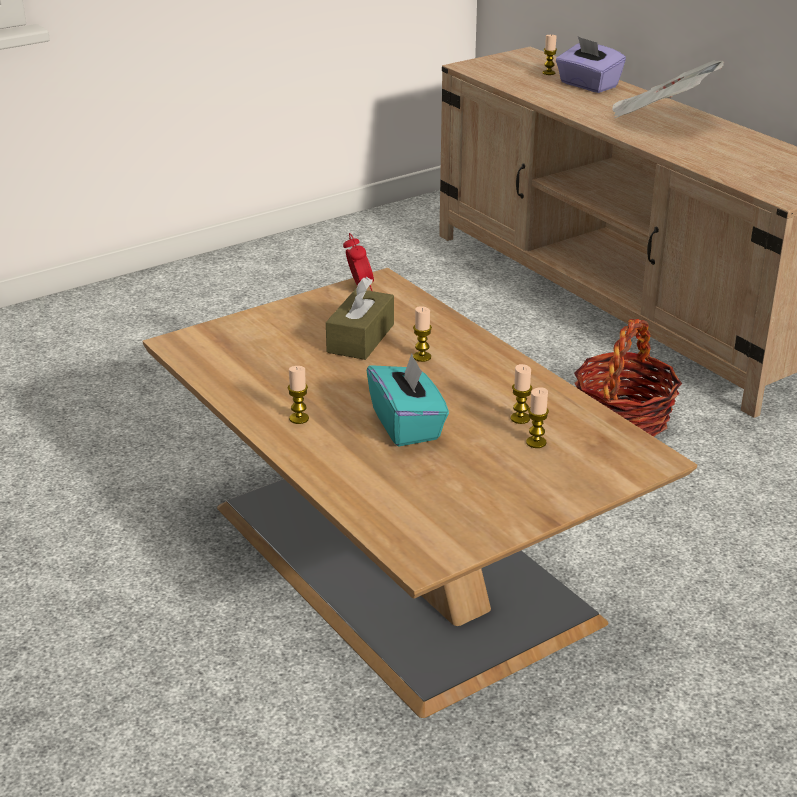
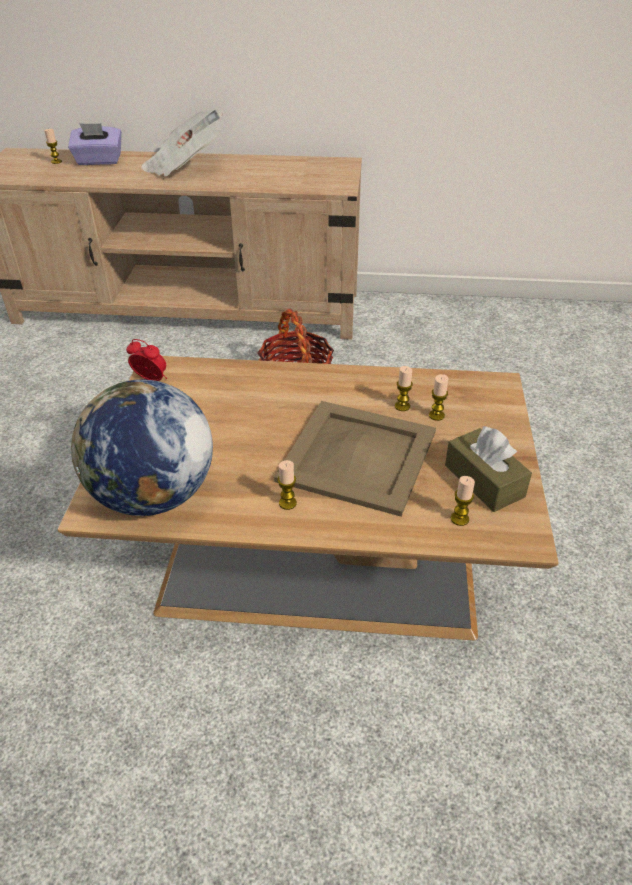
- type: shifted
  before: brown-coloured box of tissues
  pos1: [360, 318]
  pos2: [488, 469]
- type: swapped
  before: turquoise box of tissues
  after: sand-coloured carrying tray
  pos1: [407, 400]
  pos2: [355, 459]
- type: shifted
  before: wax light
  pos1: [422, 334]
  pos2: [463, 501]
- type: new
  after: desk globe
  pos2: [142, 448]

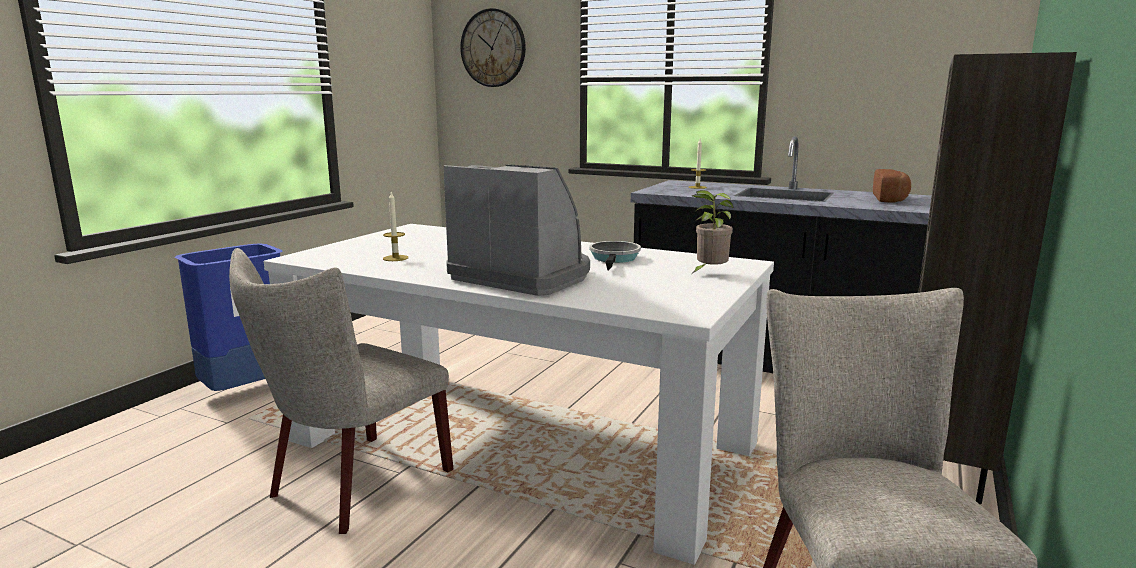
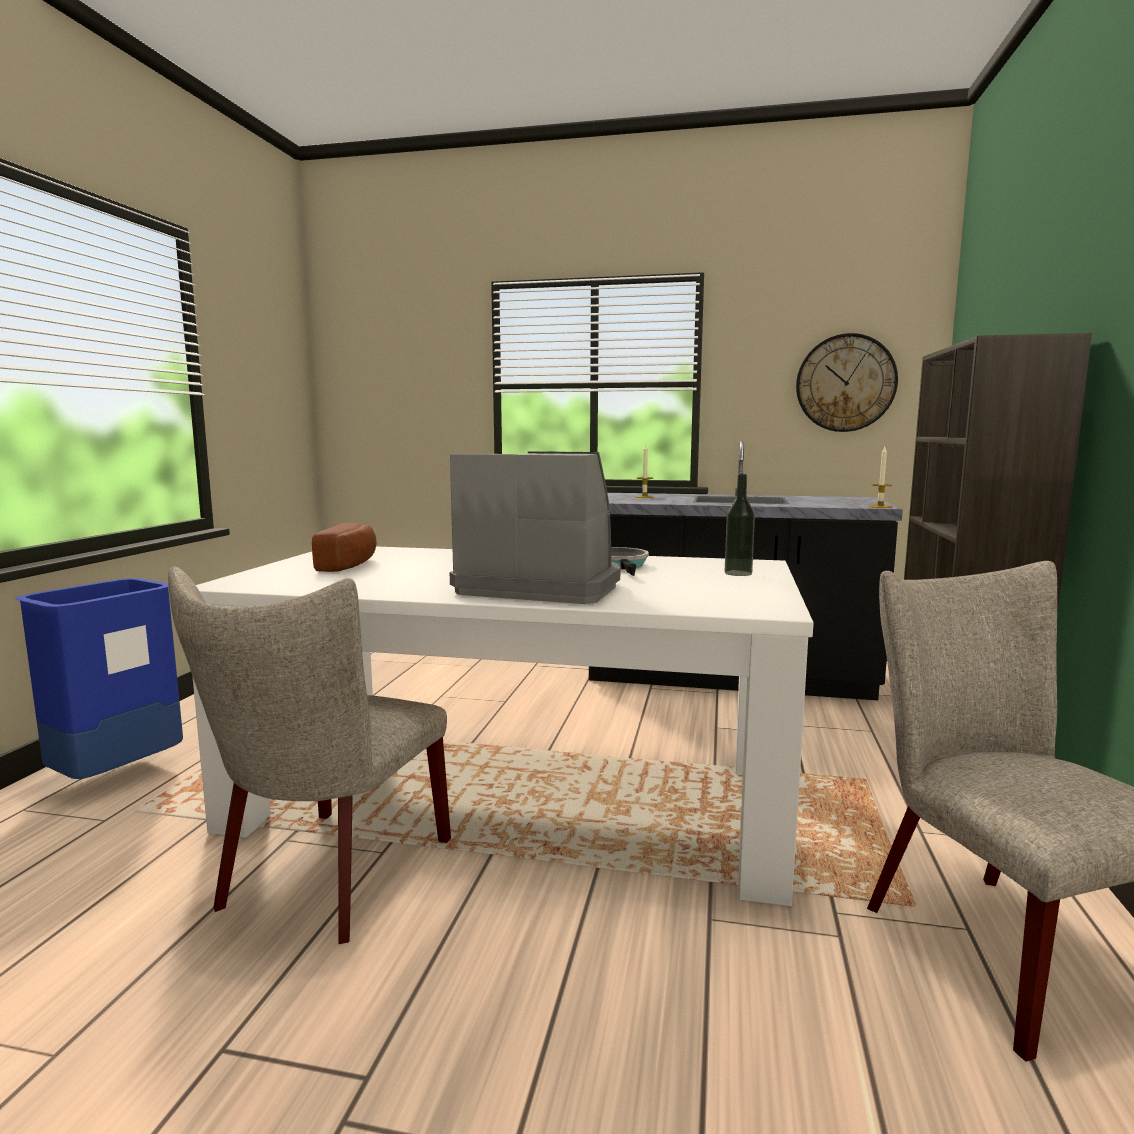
- type: shifted
  before: wax light
  pos1: [395, 226]
  pos2: [880, 477]
- type: shifted
  before: wall clock
  pos1: [493, 47]
  pos2: [847, 382]
- type: swapped
  before: houseplant
  after: bottle
  pos1: [713, 232]
  pos2: [740, 525]
- type: shifted
  before: bread
  pos1: [892, 186]
  pos2: [344, 547]

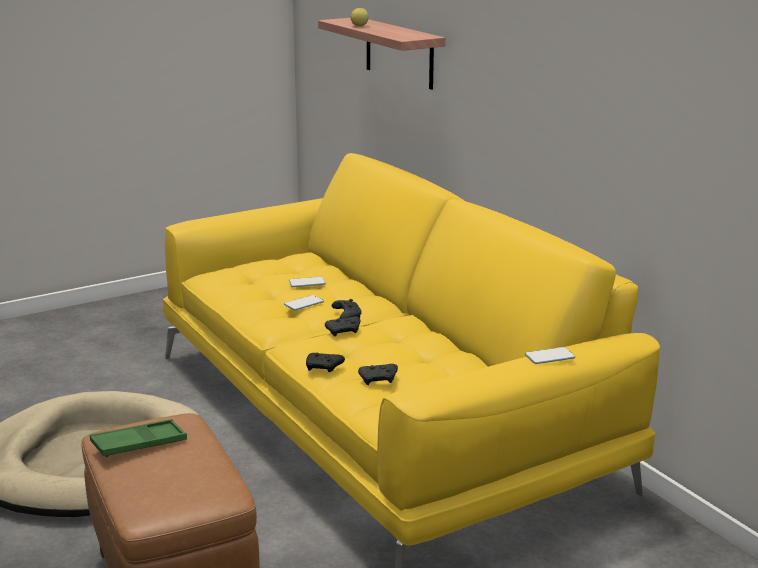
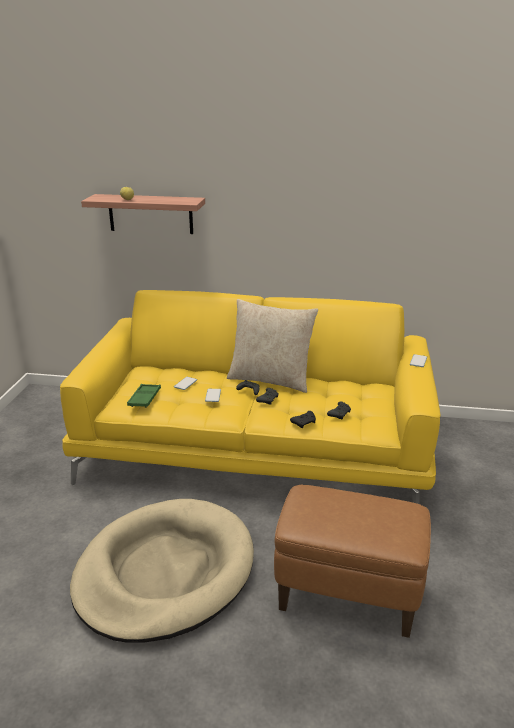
- type: shifted
  before: green-coloured carrying tray
  pos1: [138, 438]
  pos2: [144, 396]
- type: new
  after: sand-coloured cushion
  pos2: [272, 346]

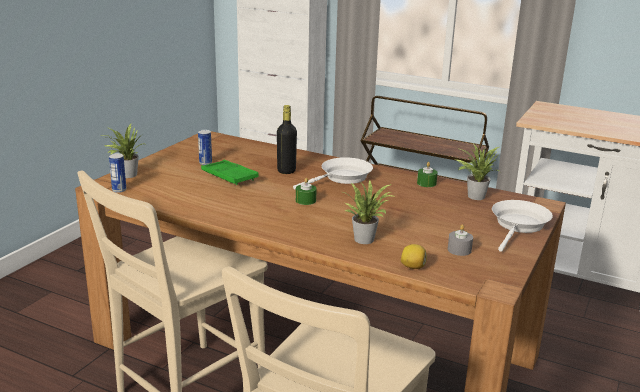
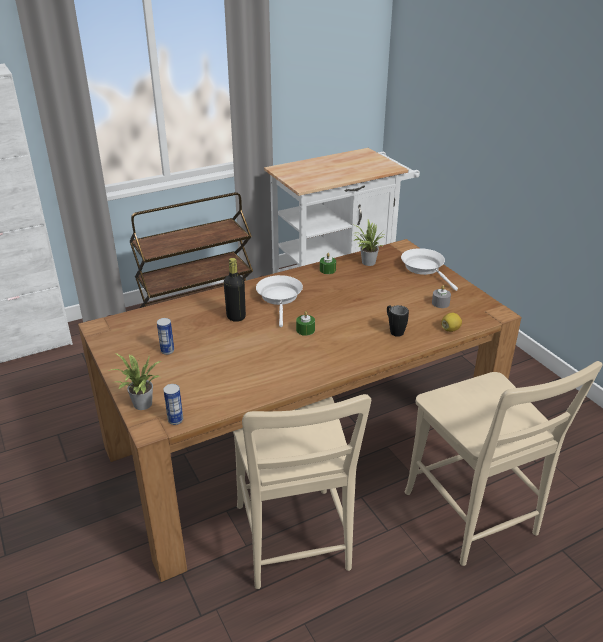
- type: gone
  before: green-coloured carrying tray
  pos1: [230, 172]
- type: swapped
  before: houseplant
  after: black mug
  pos1: [369, 212]
  pos2: [398, 321]

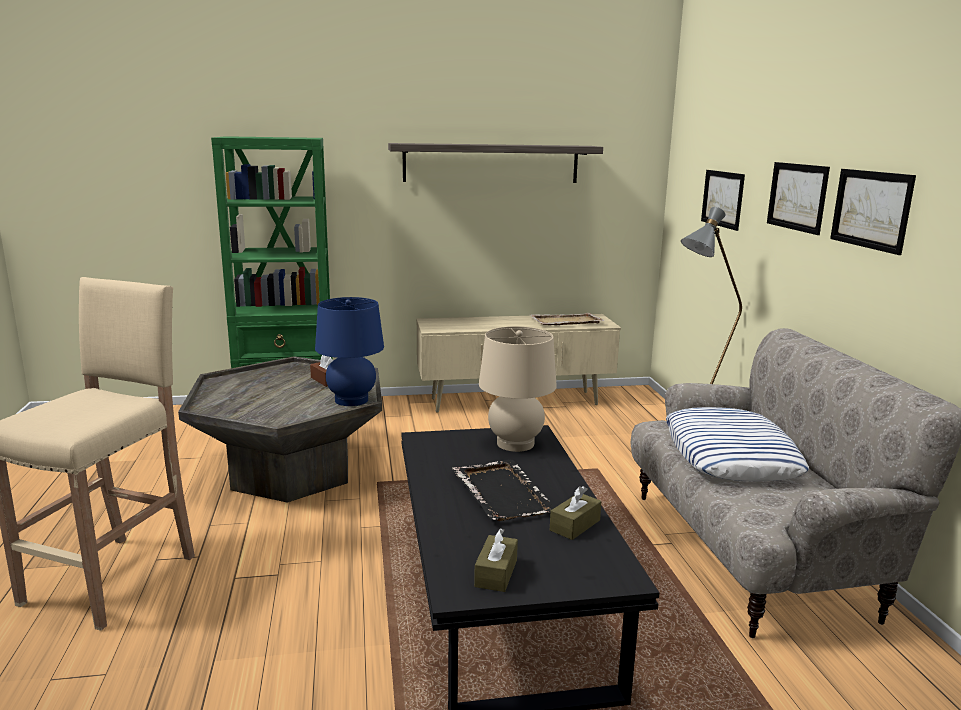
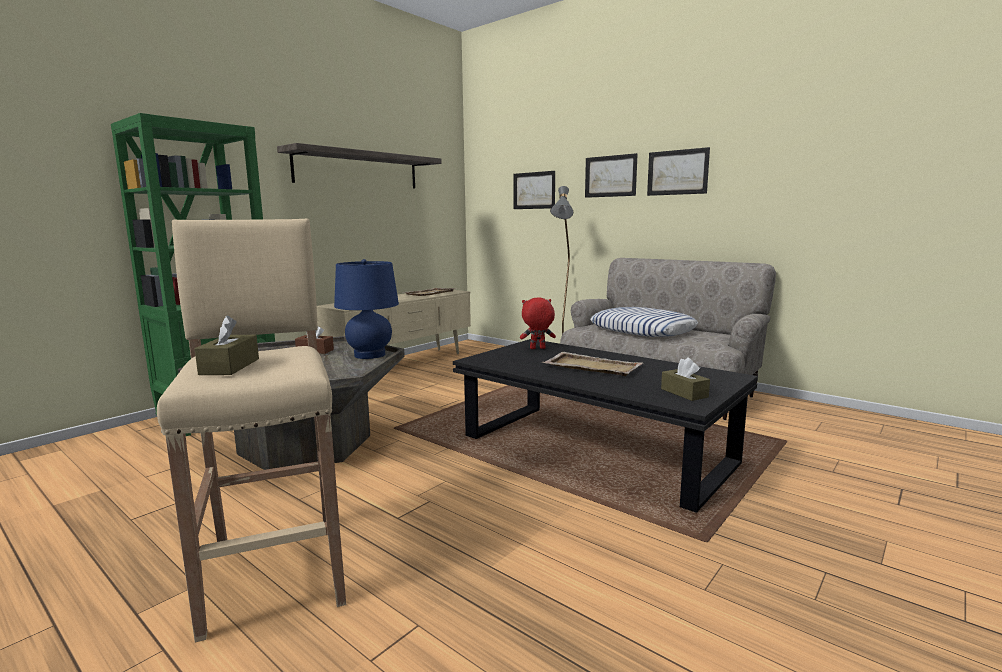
- type: repainted
  before: black carrying tray
  after: sand-coloured carrying tray
  pos1: [503, 490]
  pos2: [592, 364]
- type: swapped
  before: sand-coloured tabletop lamp
  after: red cuddly toy
  pos1: [518, 389]
  pos2: [538, 323]
- type: shifted
  before: brown-coloured box of tissues
  pos1: [575, 513]
  pos2: [227, 345]

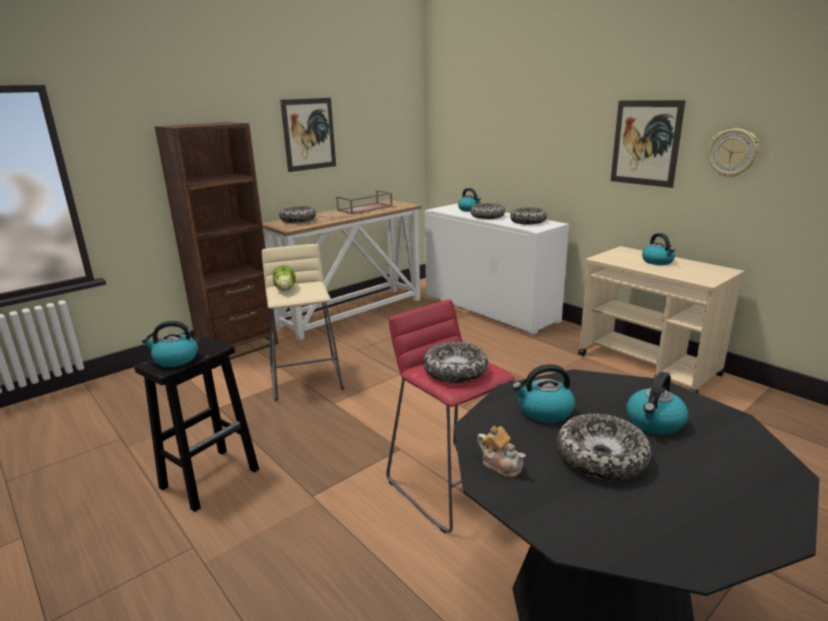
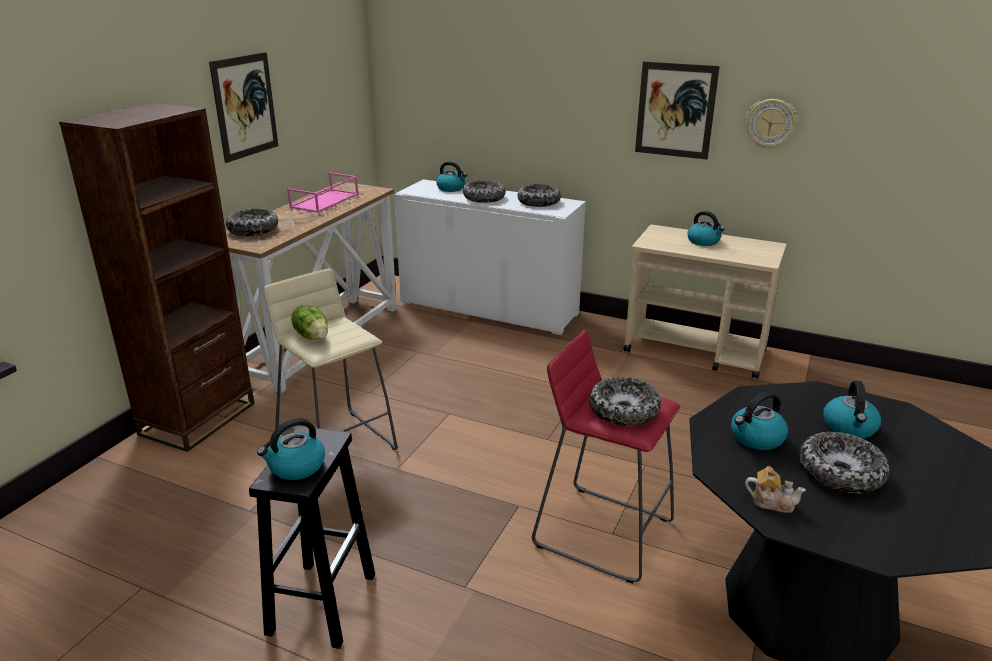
- type: repainted
  before: brown-coloured carrying tray
  after: pink-coloured carrying tray
  pos1: [364, 202]
  pos2: [323, 192]

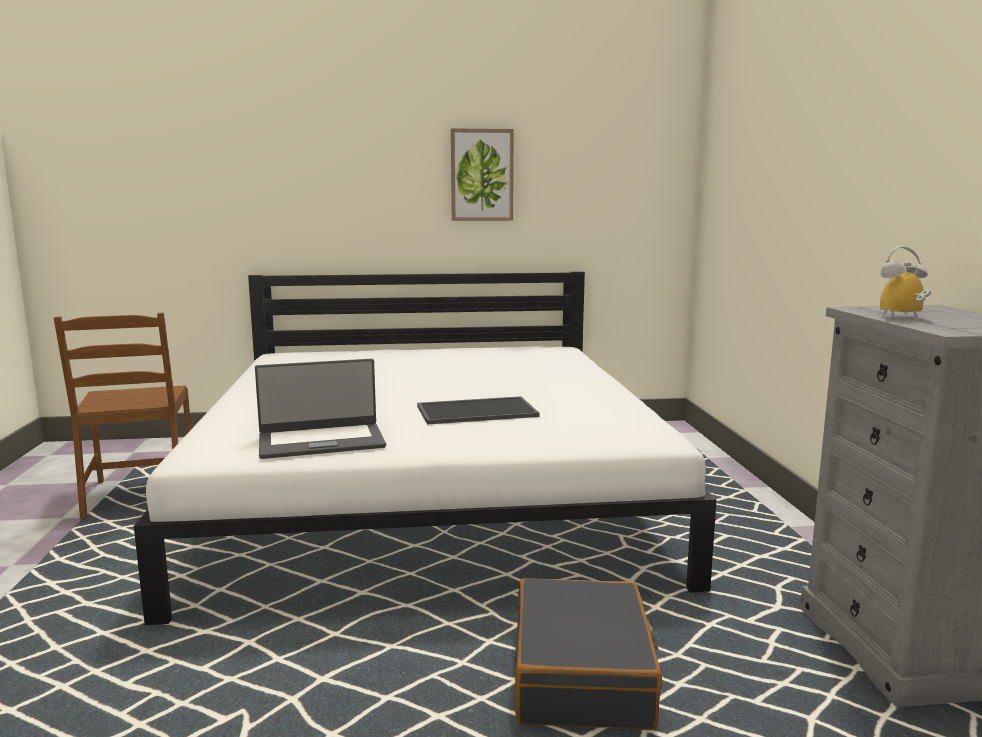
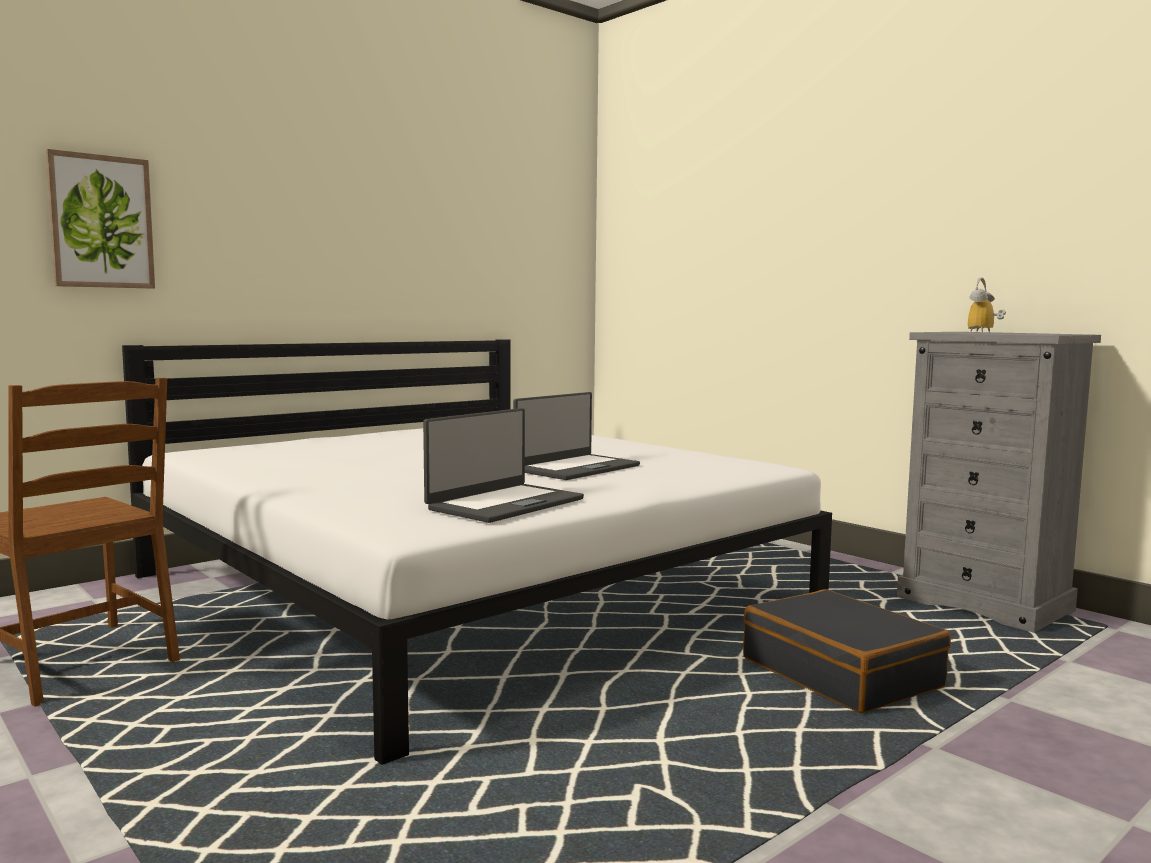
- type: swapped
  before: carrying tray
  after: portable computer
  pos1: [478, 410]
  pos2: [576, 436]
- type: shifted
  before: wall picture
  pos1: [482, 174]
  pos2: [100, 219]

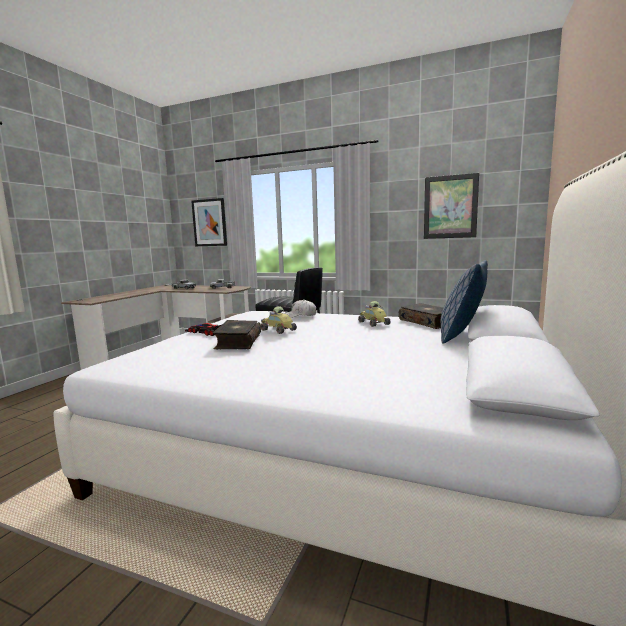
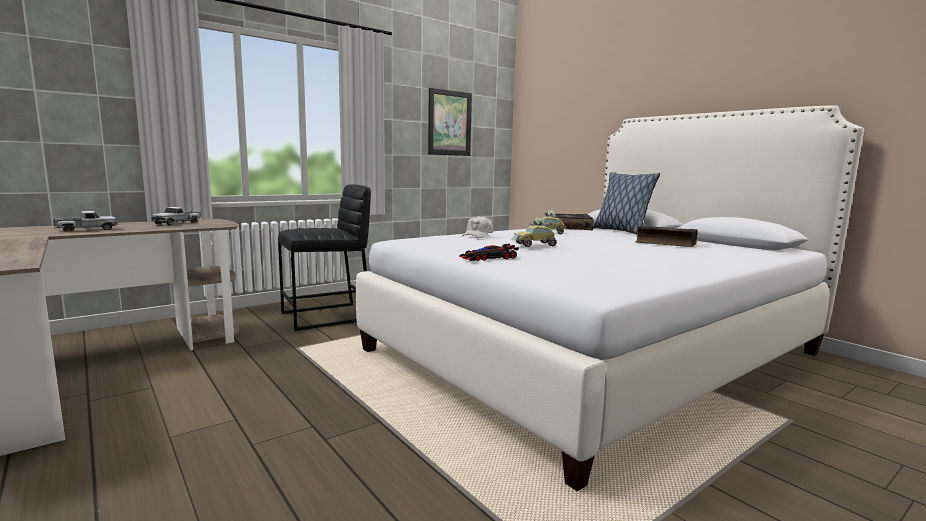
- type: gone
  before: wall picture
  pos1: [209, 222]
- type: shifted
  before: book
  pos1: [237, 334]
  pos2: [667, 236]

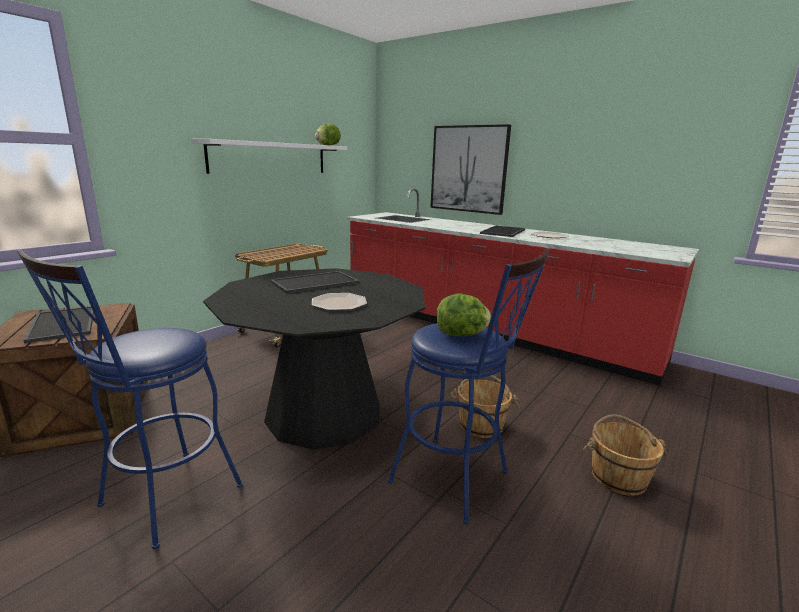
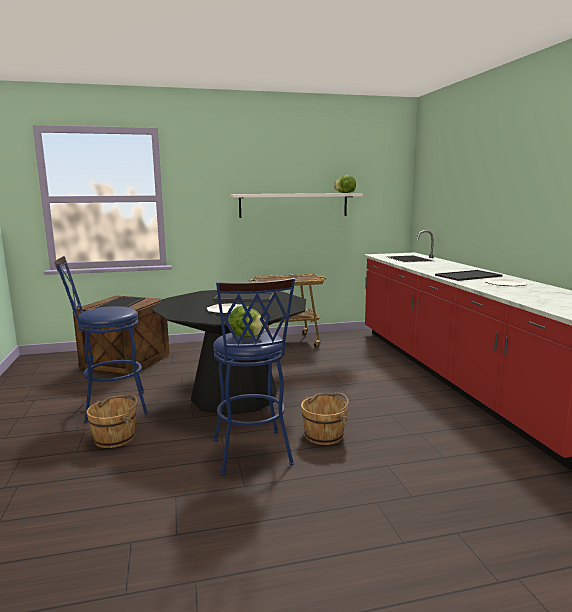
- type: gone
  before: wall picture
  pos1: [470, 169]
- type: shifted
  before: brown-coloured pail
  pos1: [625, 455]
  pos2: [112, 421]

